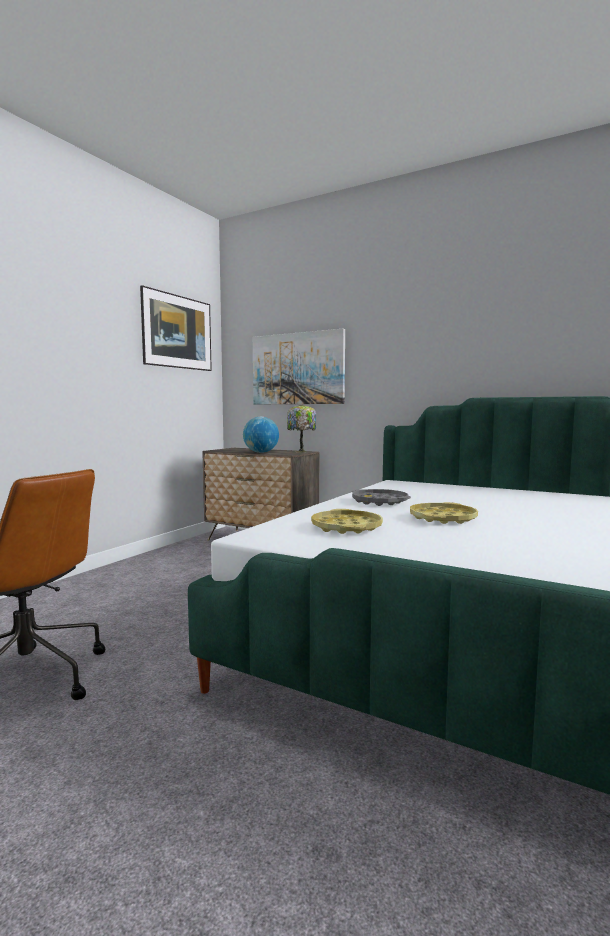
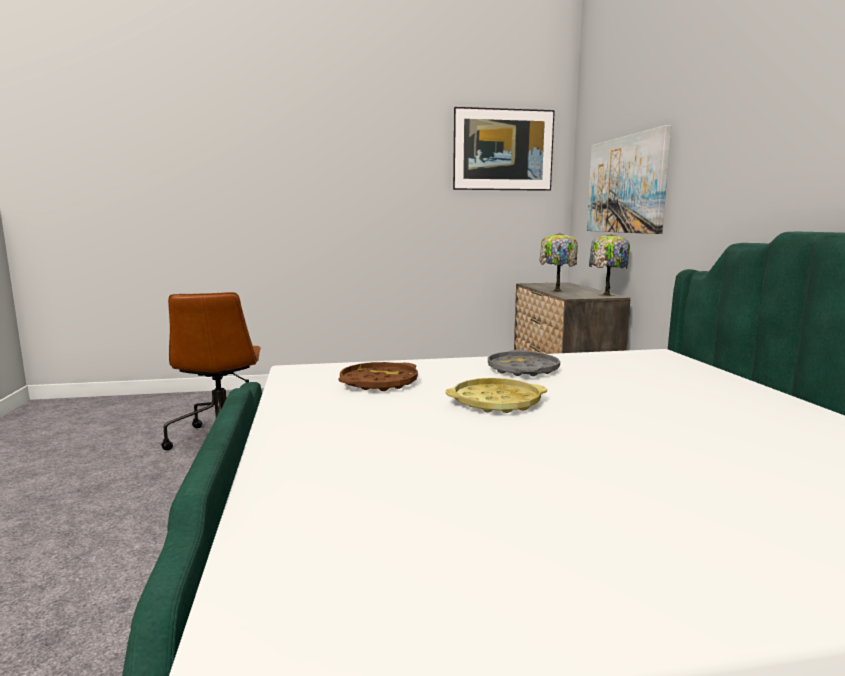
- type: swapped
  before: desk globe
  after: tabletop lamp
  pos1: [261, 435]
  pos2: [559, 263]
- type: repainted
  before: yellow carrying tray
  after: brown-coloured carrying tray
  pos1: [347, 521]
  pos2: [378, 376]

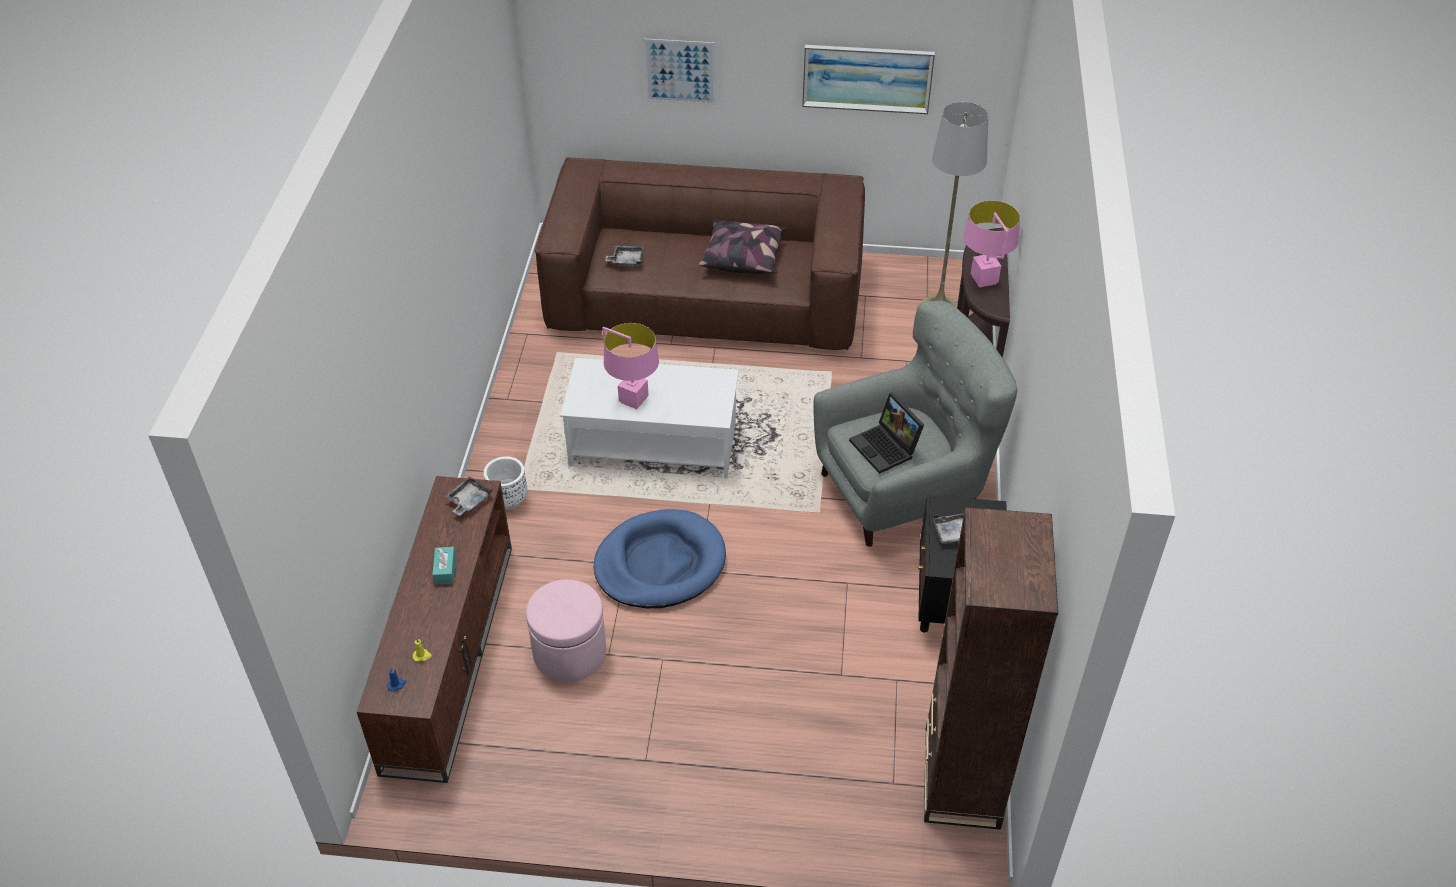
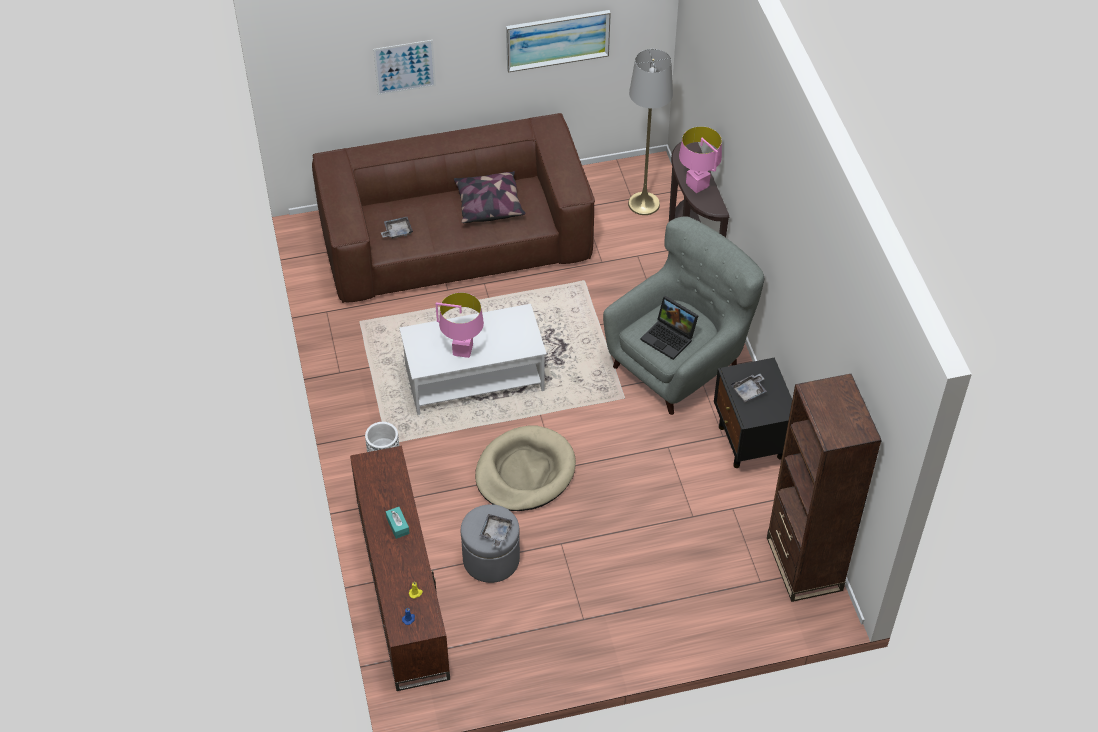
- type: shifted
  before: greyish carrying tray
  pos1: [469, 496]
  pos2: [496, 531]
- type: repainted
  before: pink-coloured ottoman
  after: greyish ottoman
  pos1: [566, 630]
  pos2: [490, 543]
- type: repainted
  before: bluish dog cushion
  after: sand-coloured dog cushion
  pos1: [660, 558]
  pos2: [525, 468]

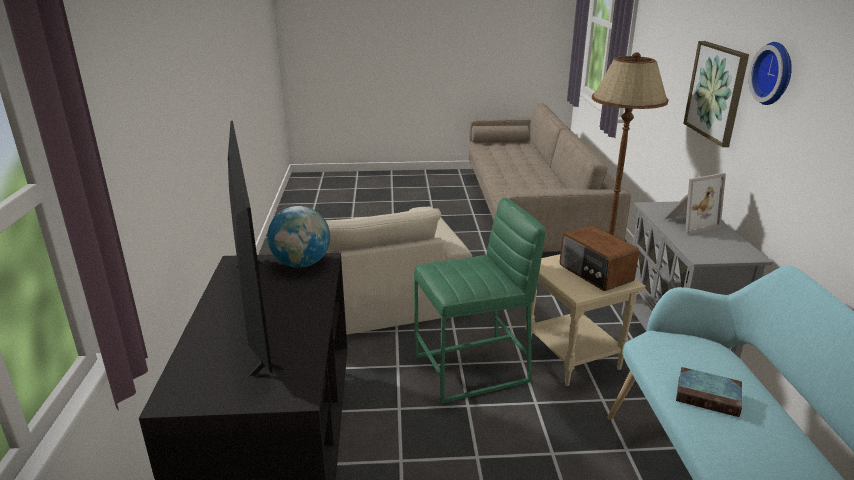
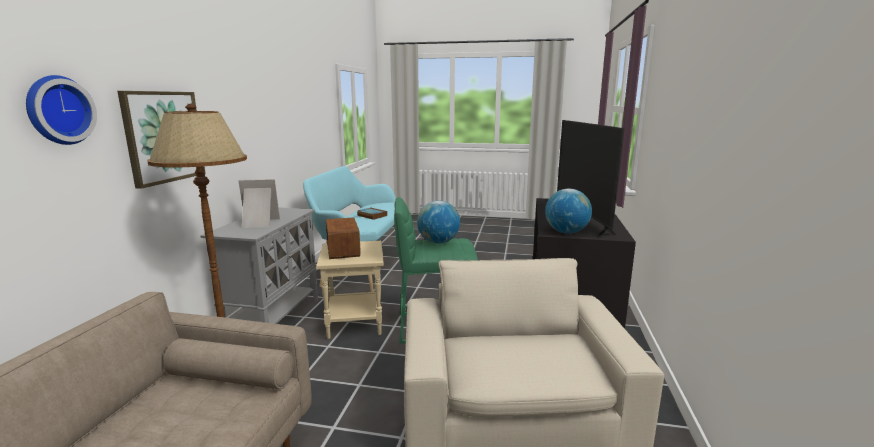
- type: shifted
  before: wall clock
  pos1: [770, 73]
  pos2: [61, 110]
- type: new
  after: desk globe
  pos2: [438, 222]

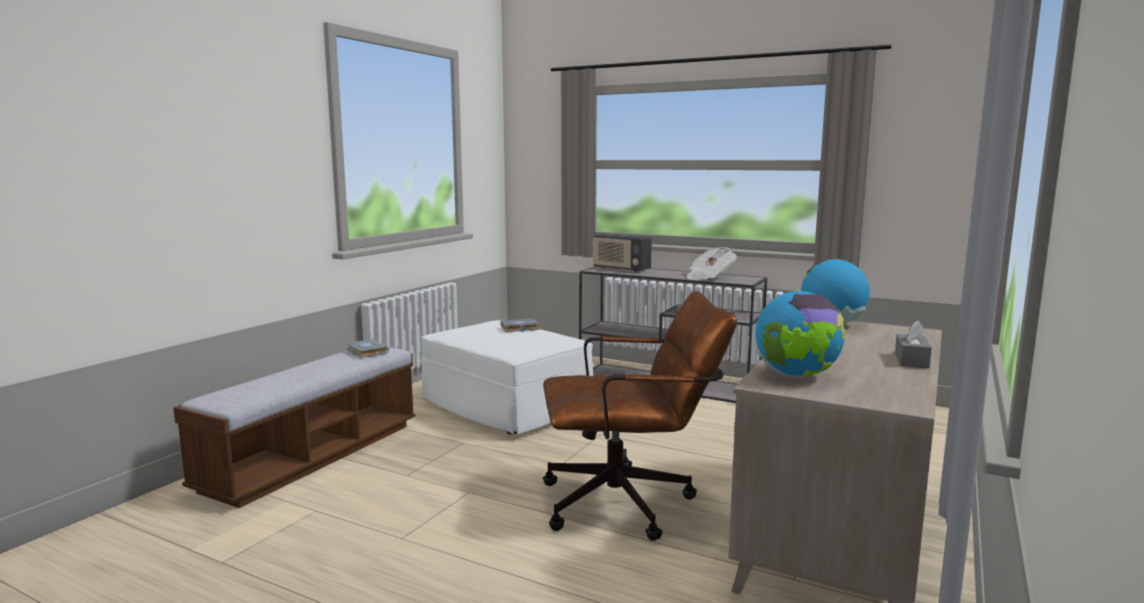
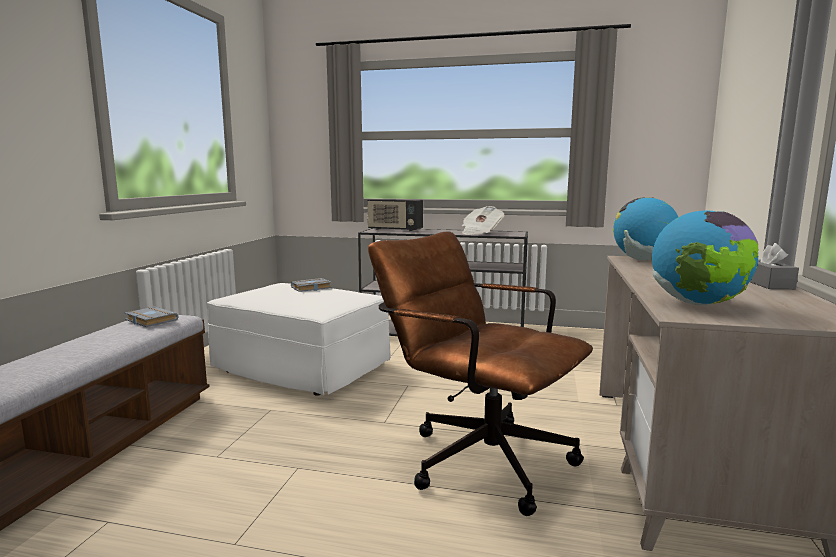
- type: rotated
  before: brown-coloured computer chair
  pos1: [640, 416]
  pos2: [480, 373]
  turn: -120

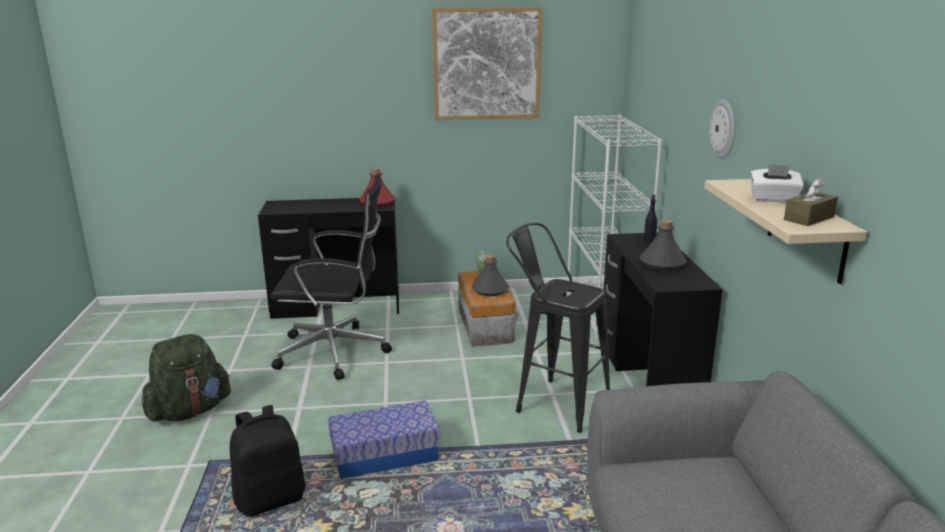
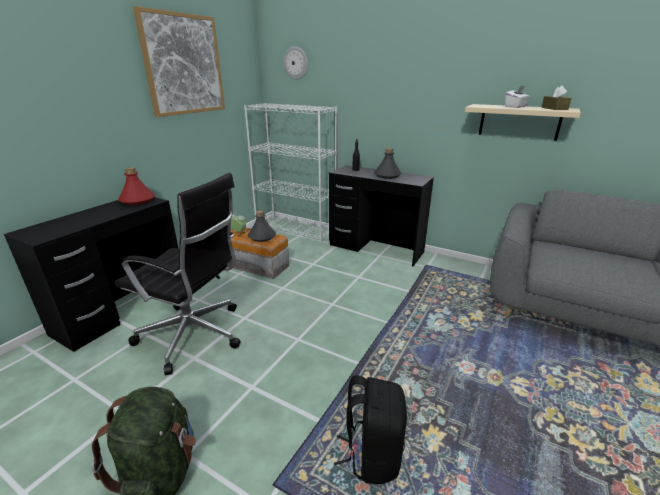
- type: rotated
  before: black computer chair
  pos1: [331, 277]
  pos2: [177, 274]
  turn: 75
- type: gone
  before: storage box
  pos1: [384, 439]
- type: gone
  before: black stool
  pos1: [558, 328]
- type: shifted
  before: wall clock
  pos1: [722, 129]
  pos2: [295, 63]

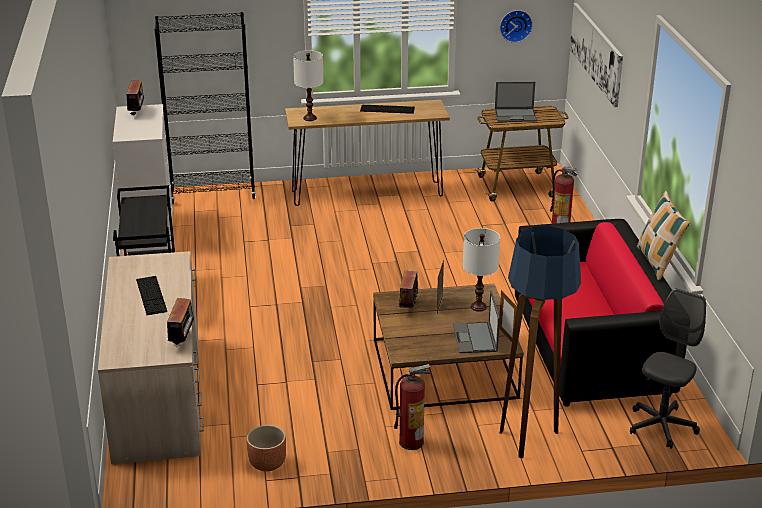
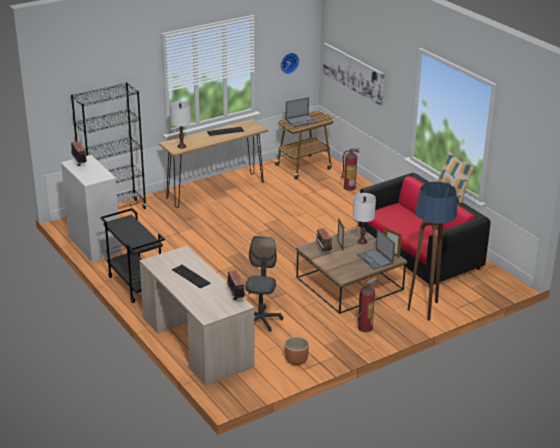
- type: shifted
  before: greyish computer chair
  pos1: [668, 368]
  pos2: [264, 284]

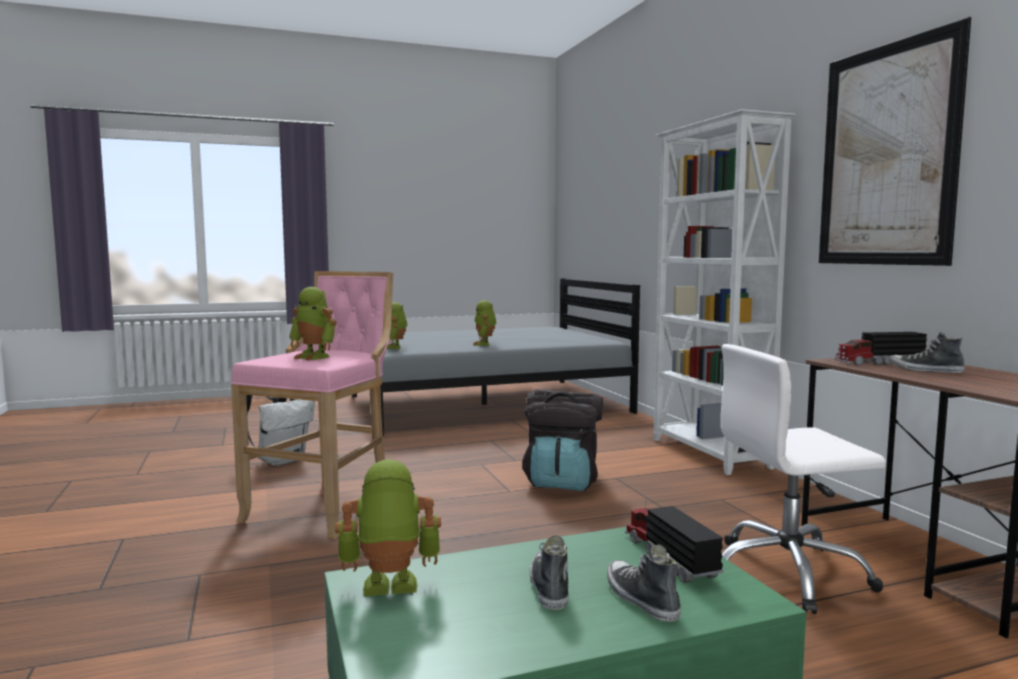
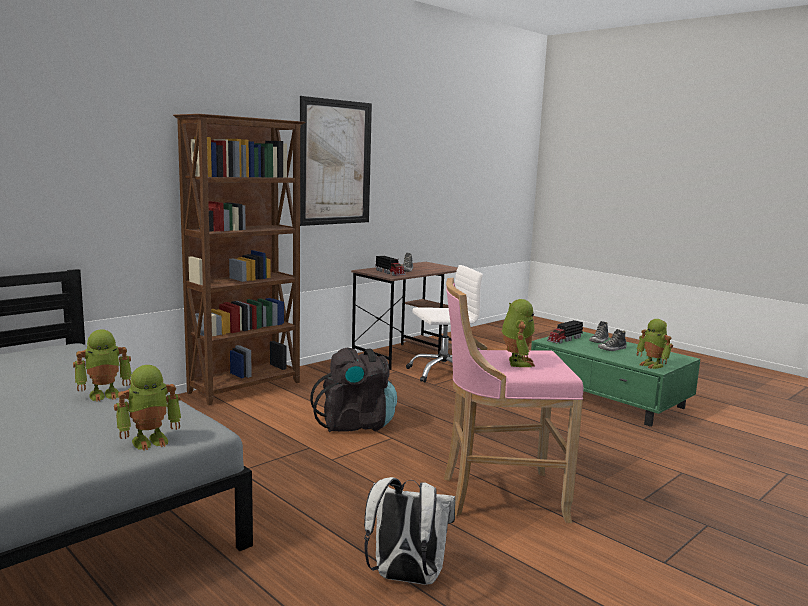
- type: repainted
  before: white-coloured bookcase
  after: brown-coloured bookcase
  pos1: [724, 292]
  pos2: [239, 259]
- type: rotated
  before: white-coloured computer chair
  pos1: [803, 479]
  pos2: [444, 323]
  turn: -75

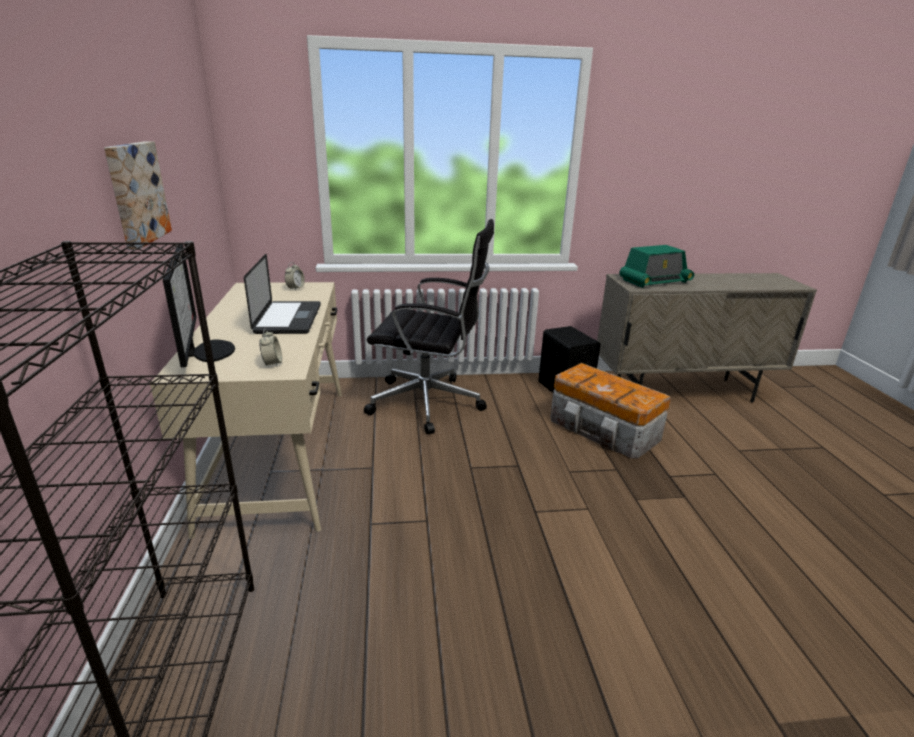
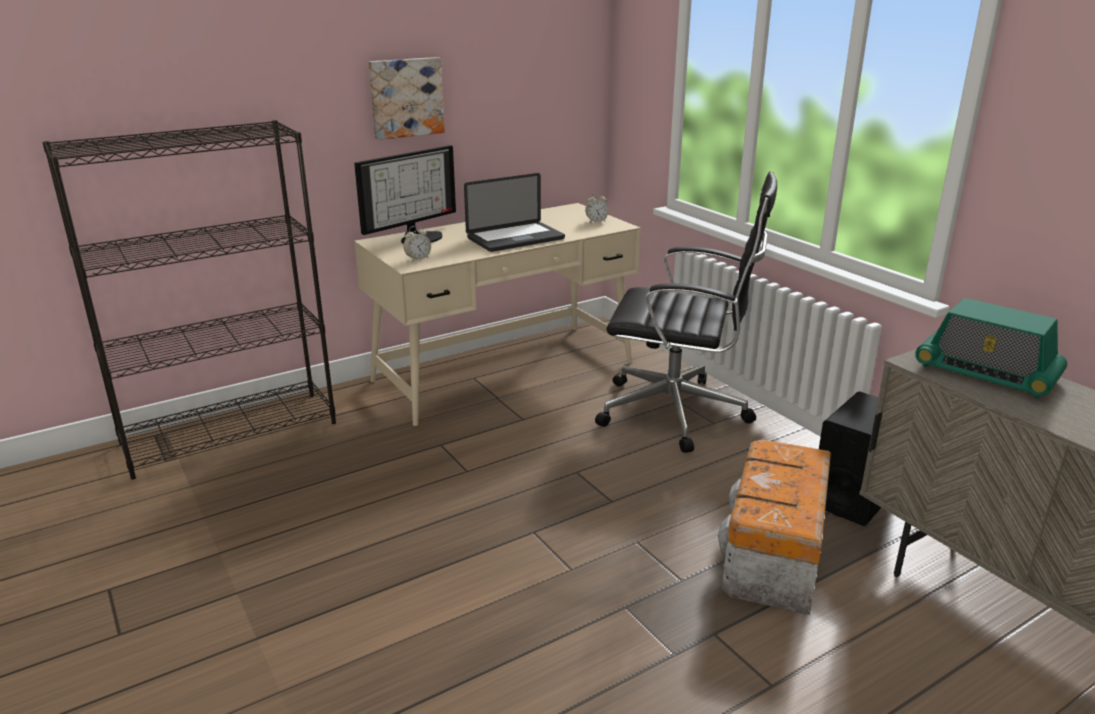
- type: rotated
  before: black computer chair
  pos1: [429, 326]
  pos2: [686, 312]
  turn: -60

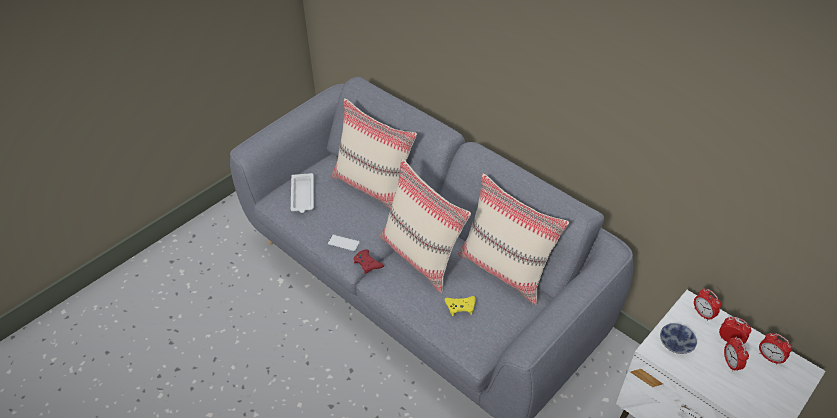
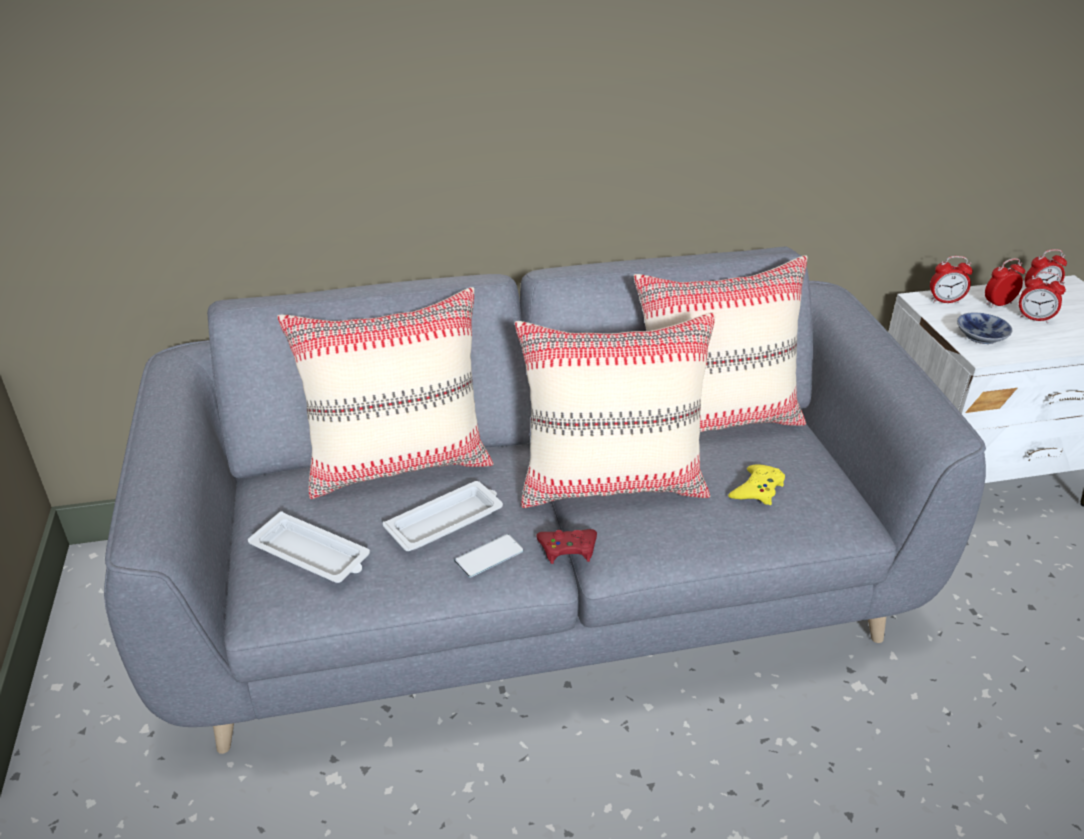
- type: new
  after: white-coloured carrying tray
  pos2: [443, 516]

